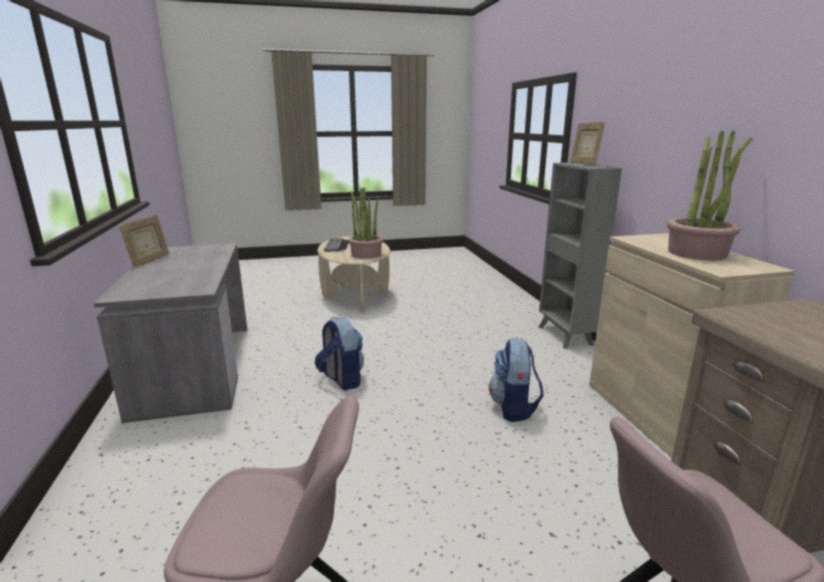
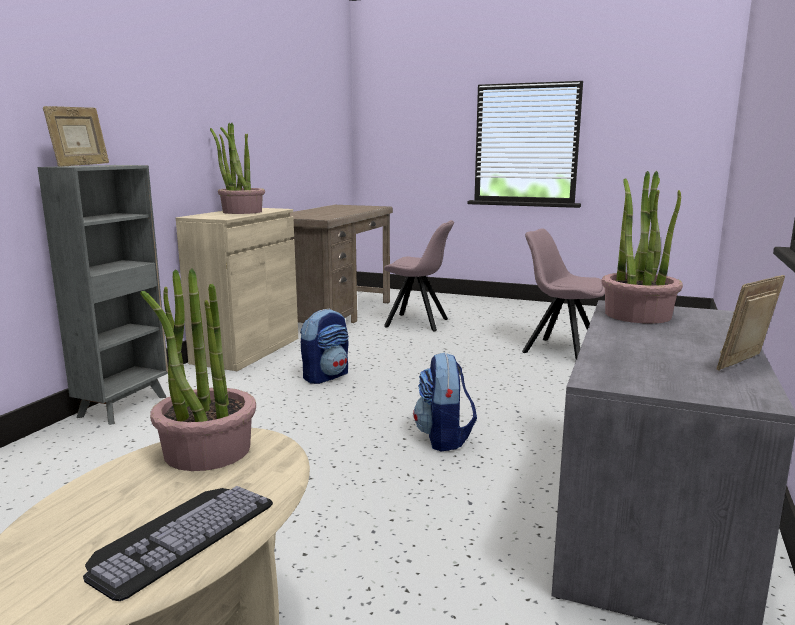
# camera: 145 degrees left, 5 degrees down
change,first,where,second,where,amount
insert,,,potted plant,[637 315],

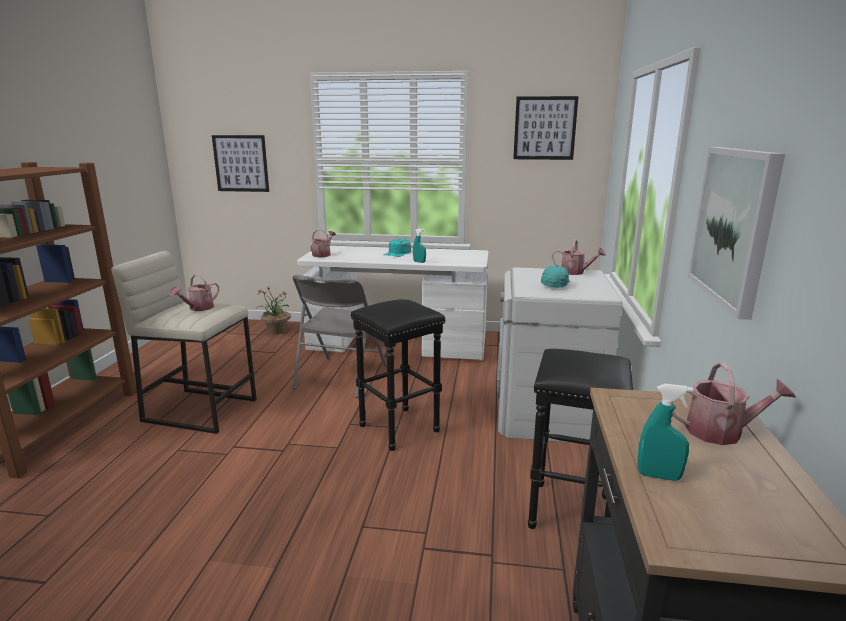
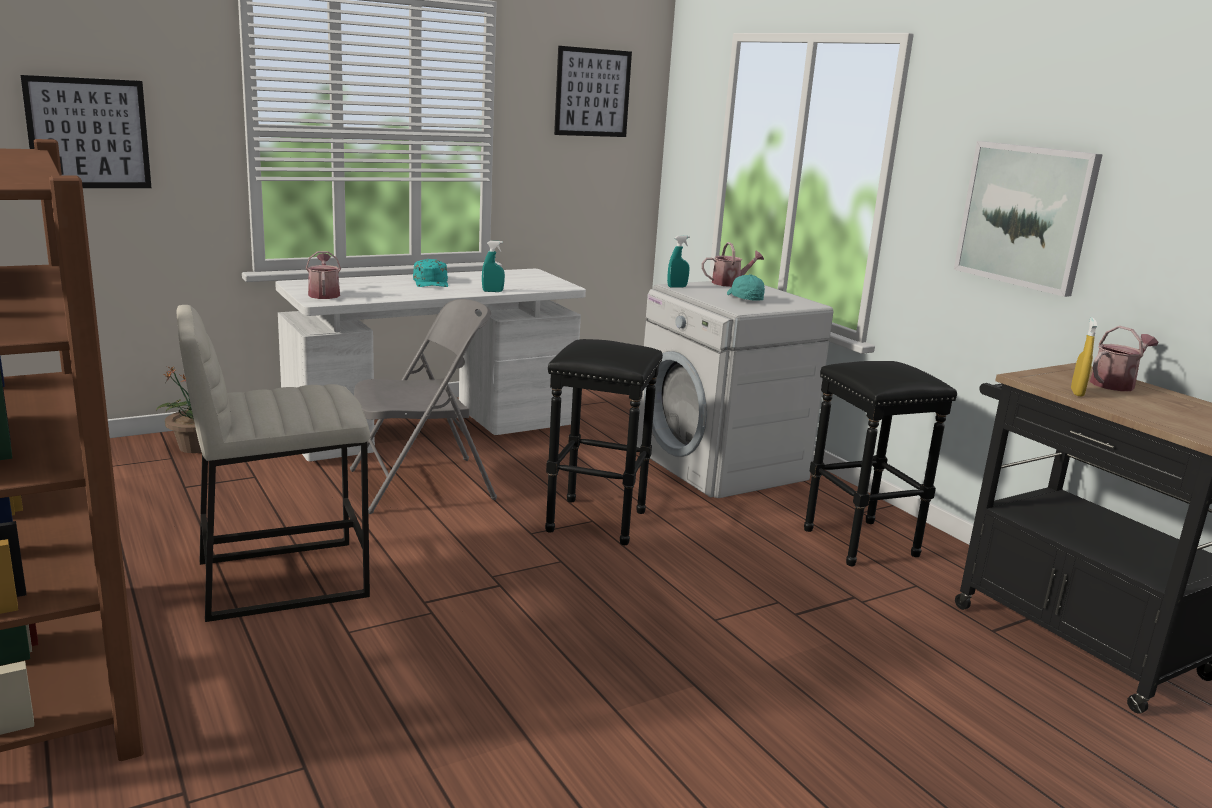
# camera: 40 degrees left, 0 degrees up
change,first,where,second,where,amount
delete,watering can,[198 308],,,
insert,,,yellow spray bottle,[1077 393],
move,turquoise spray bottle,[659 476],,[677 287],
rotate,grey chair,[341 377],,[421 484],90 degrees counterclockwise

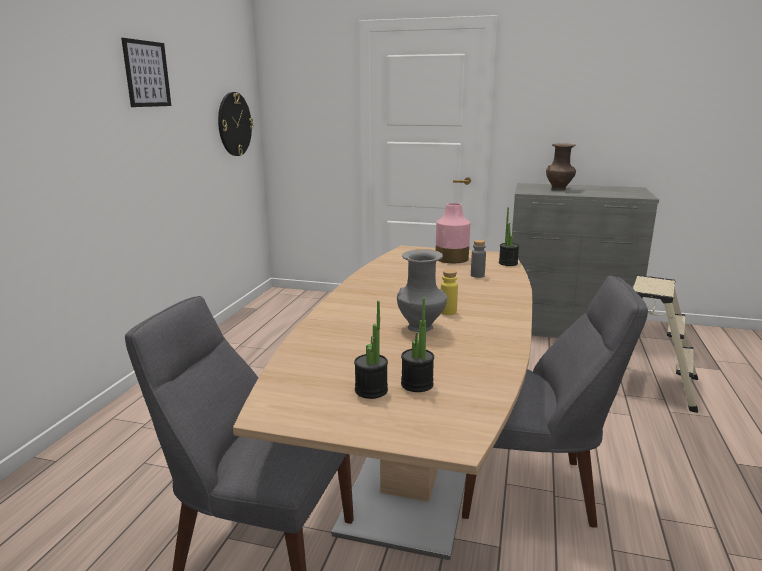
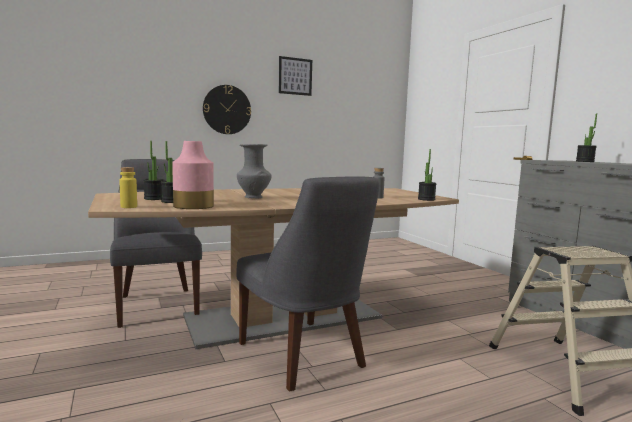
# camera: 50 degrees right, 10 degrees down
change,first,where,second,where,amount
move,wall clock,[234 124],,[227 109],
move,pink vase,[451 258],,[194 206],
move,yellow bottle,[448 312],,[129 207],
replace,brown vase,[559 189],potted plant,[585 161],

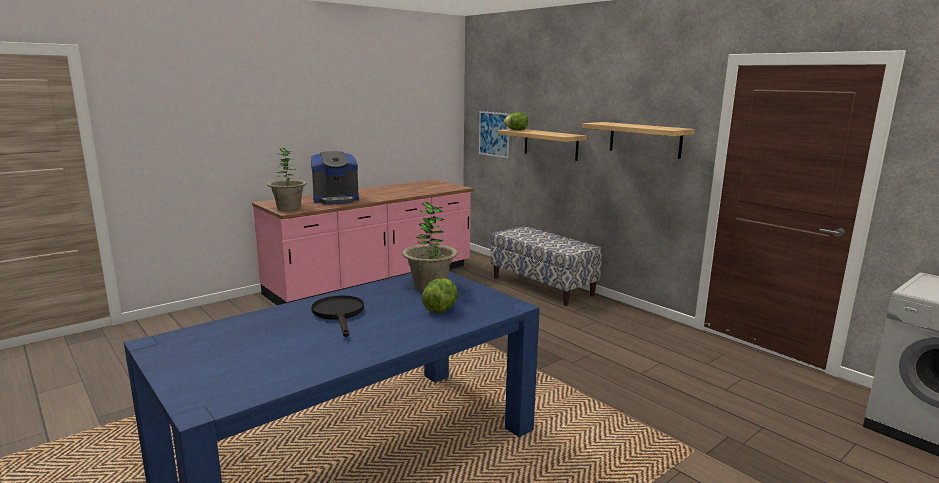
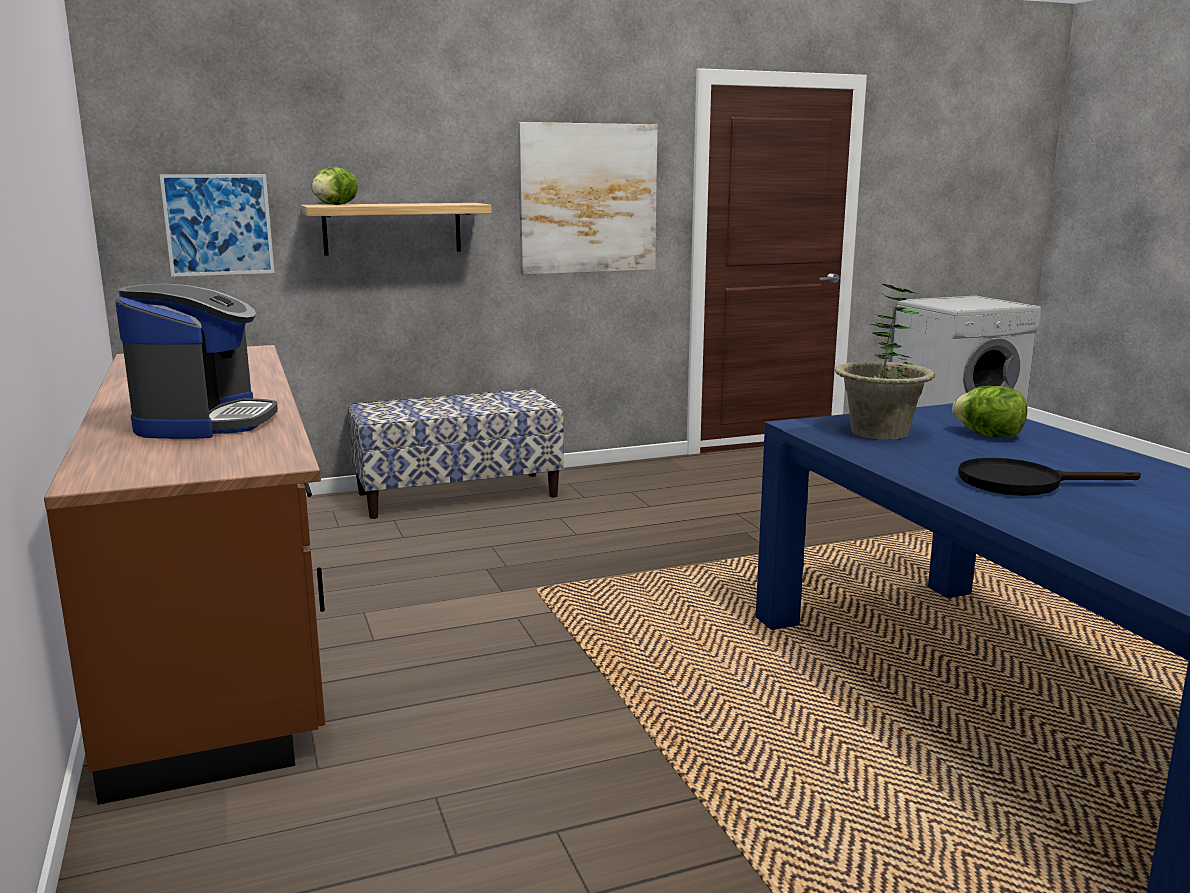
# camera: 70 degrees left, 0 degrees up
change,first,where,second,where,amount
delete,potted plant,[288 208],,,
replace,shelf,[645 139],picture,[588 198],
recolor,pink counter,[373 280],brown counter,[219 627],

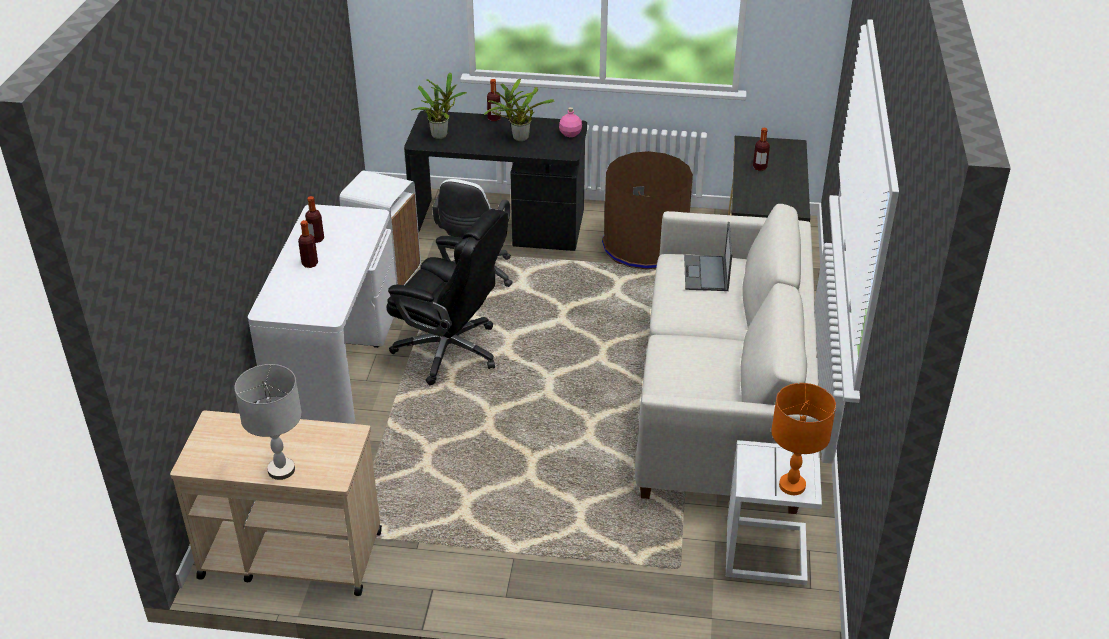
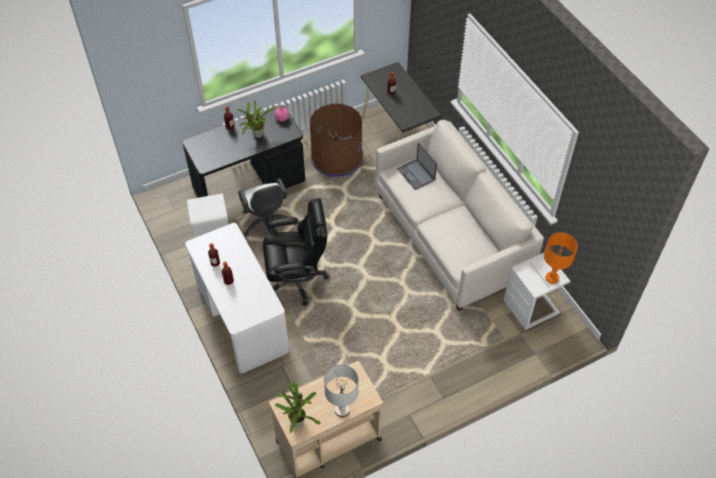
# camera: 35 degrees left, 15 degrees up
change,first,where,second,where,amount
move,potted plant,[441 135],,[298 420],

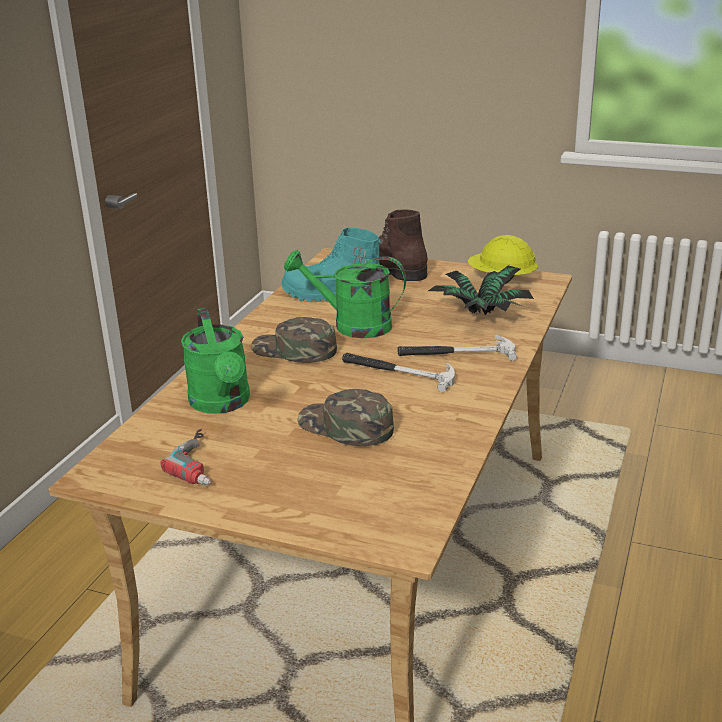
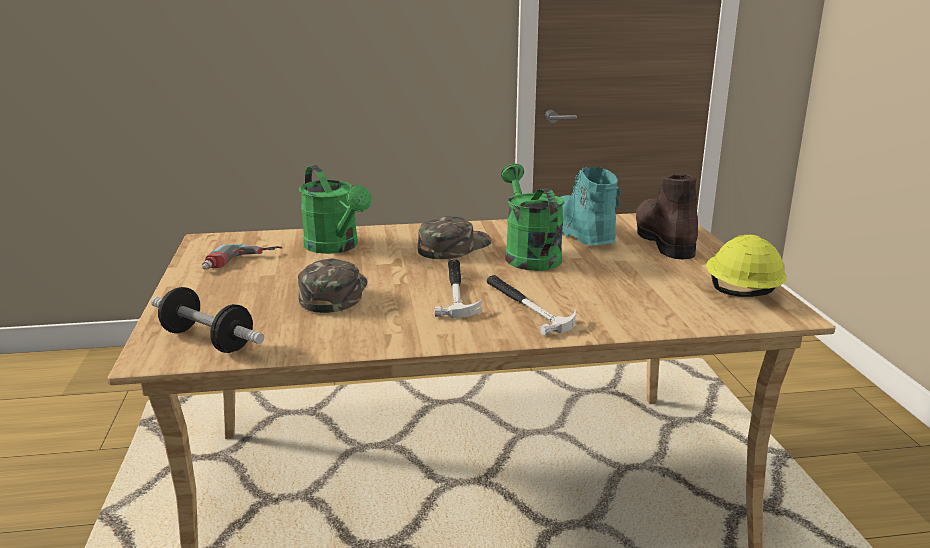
# camera: 60 degrees right, 5 degrees down
change,first,where,second,where,amount
delete,potted plant,[480 316],,,
insert,,,dumbbell,[208 340],
rotate,green watering can,[222 404],,[336 247],75 degrees counterclockwise
rotate,green cap,[294 350],,[453 247],45 degrees clockwise

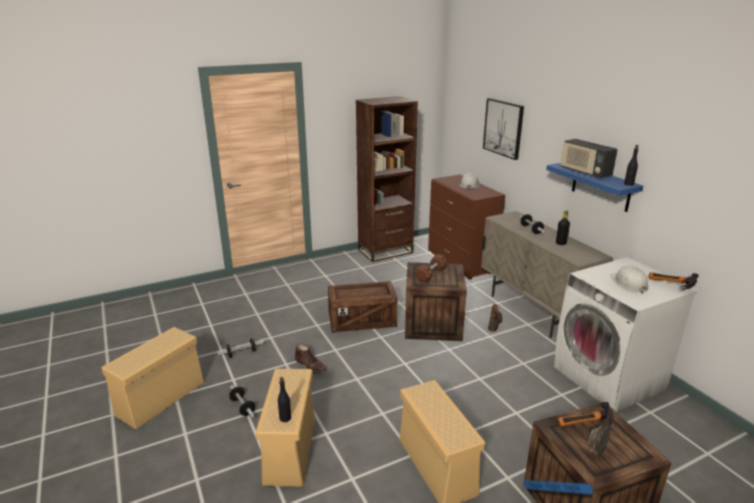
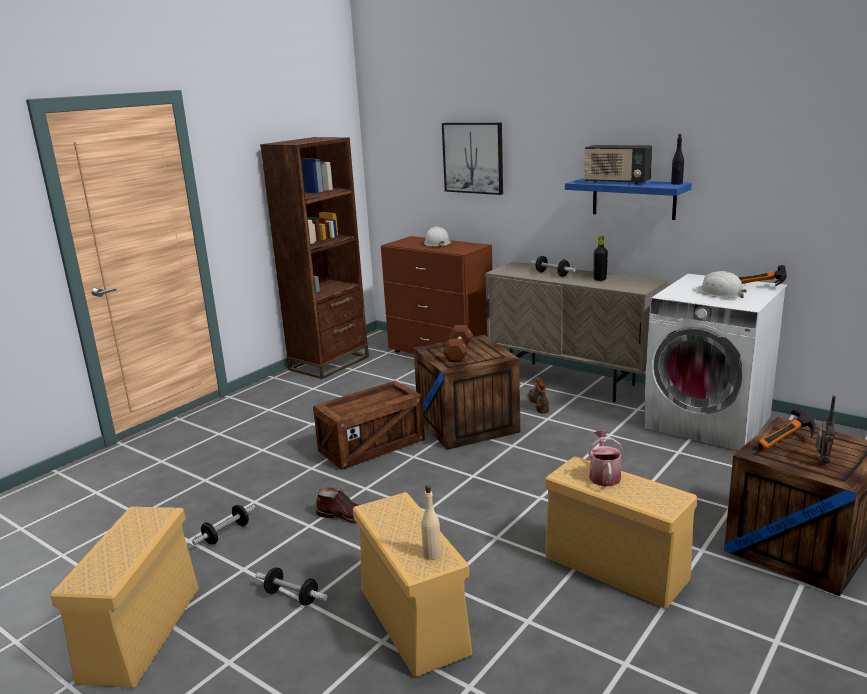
# camera: 25 degrees left, 5 degrees down
change,first,where,second,where,amount
insert,,,watering can,[604 475],
recolor,black bottle,[285 418],beige bottle,[432 554],

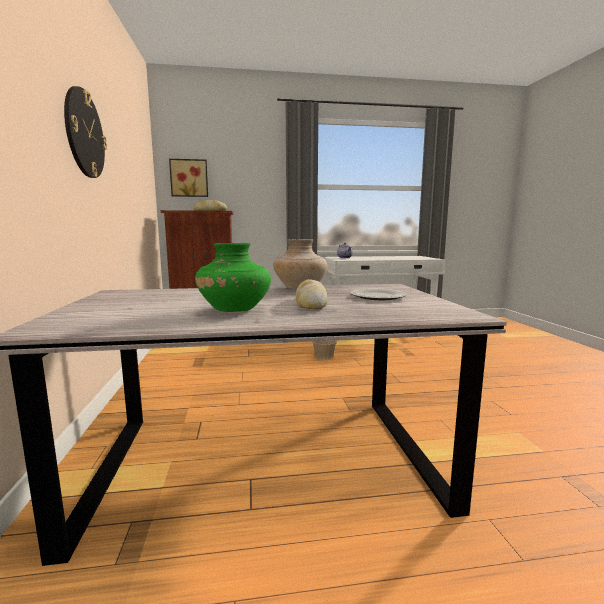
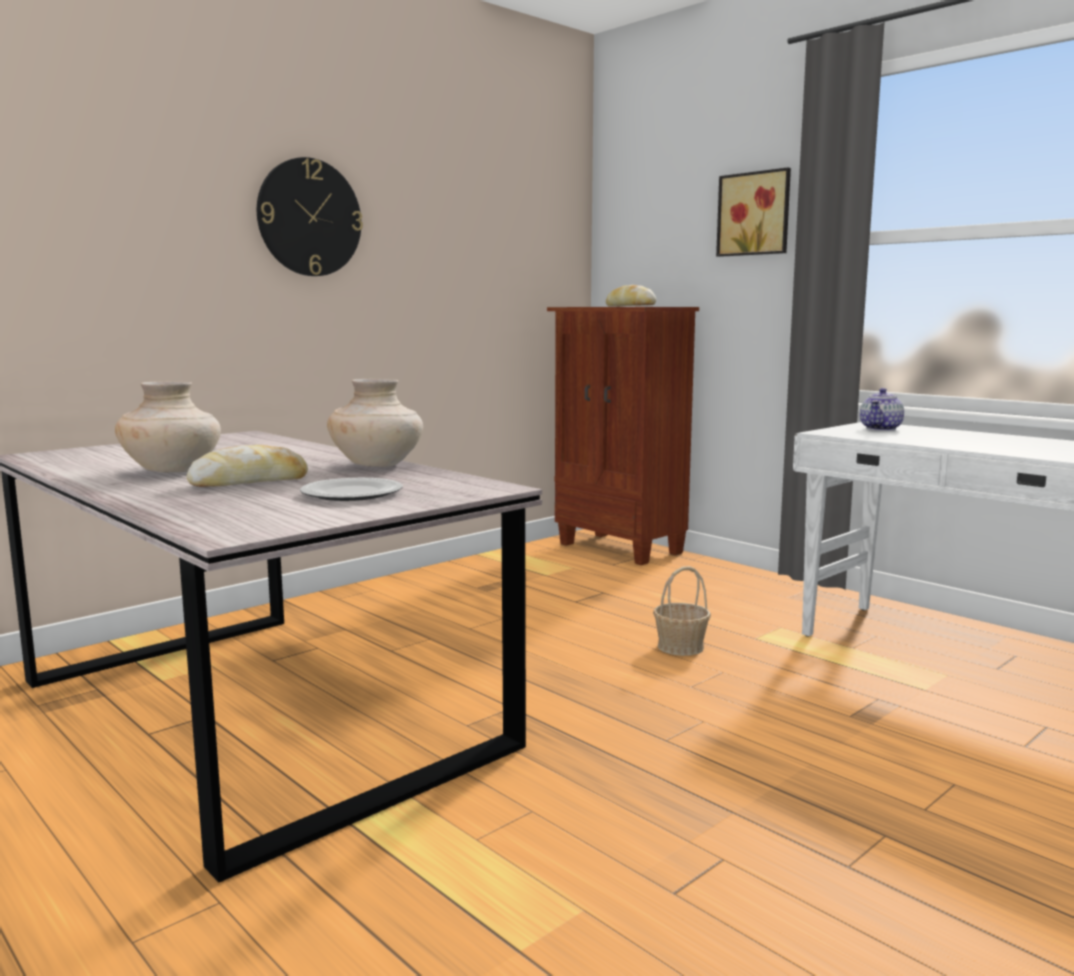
# camera: 55 degrees right, 0 degrees up
change,first,where,second,where,amount
move,picture,[189 178],,[755 214],
recolor,green vase,[235 310],beige vase,[173 471],

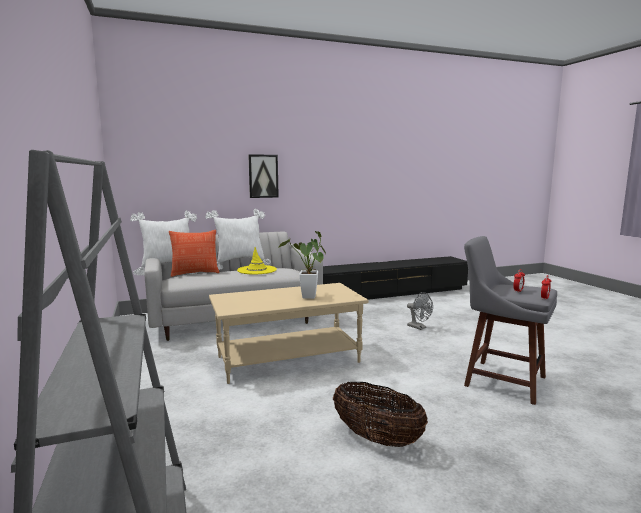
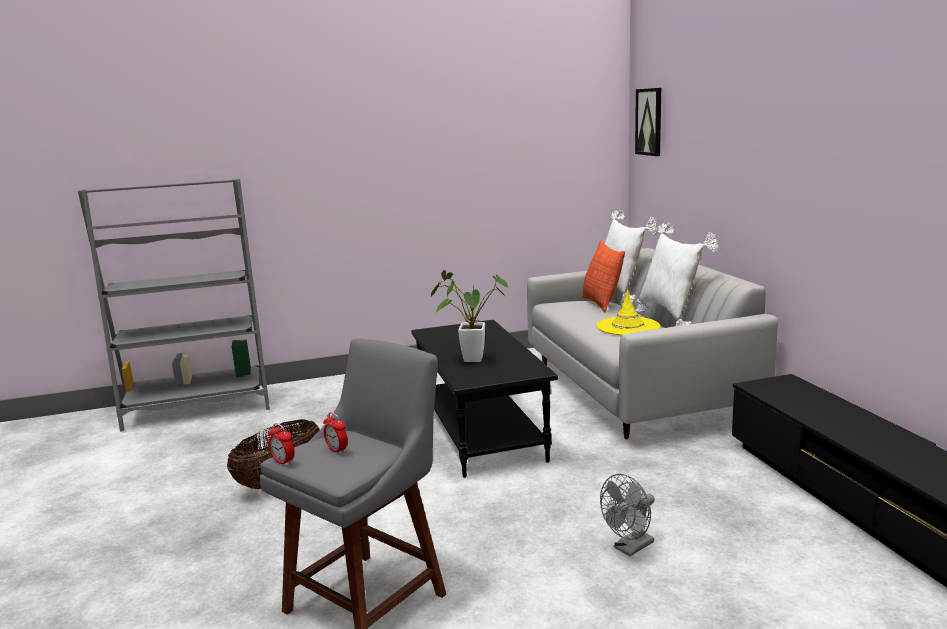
# camera: 95 degrees right, 5 degrees up
change,first,where,second,where,amount
move,picture,[263 176],,[649 122],
recolor,beige coffee table,[288 359],black coffee table,[482 431],

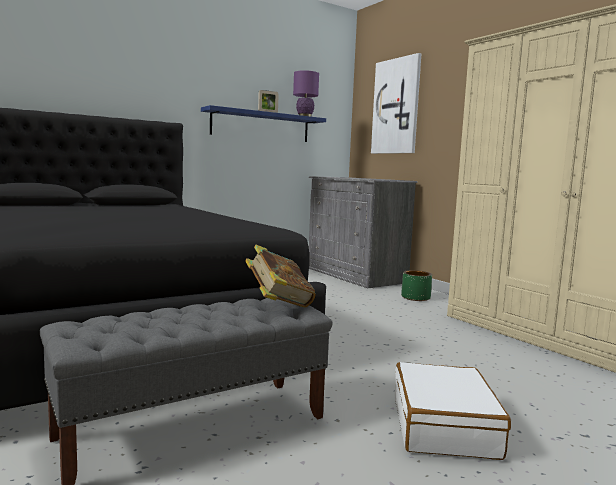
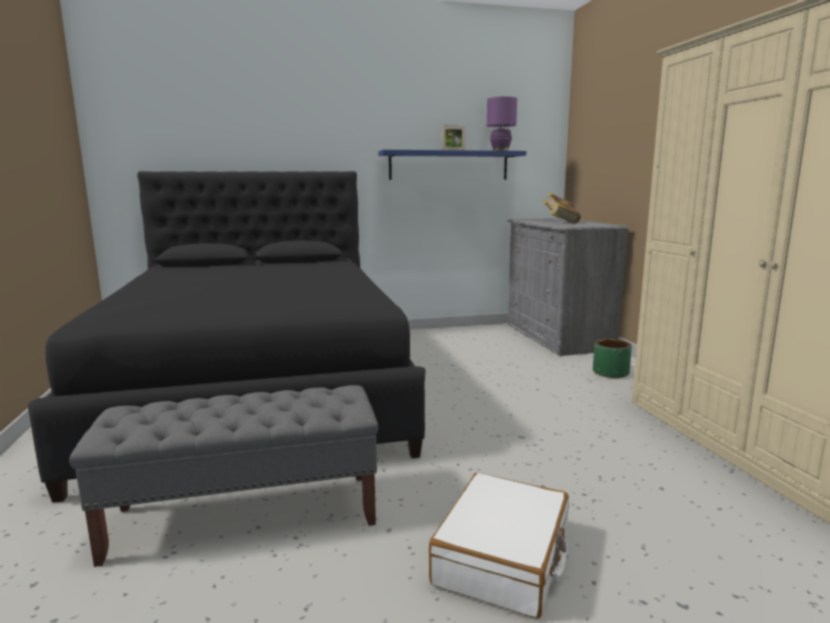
# camera: 20 degrees right, 5 degrees up
change,first,where,second,where,amount
delete,picture,[396 106],,,
move,book,[278 303],,[560 223],

